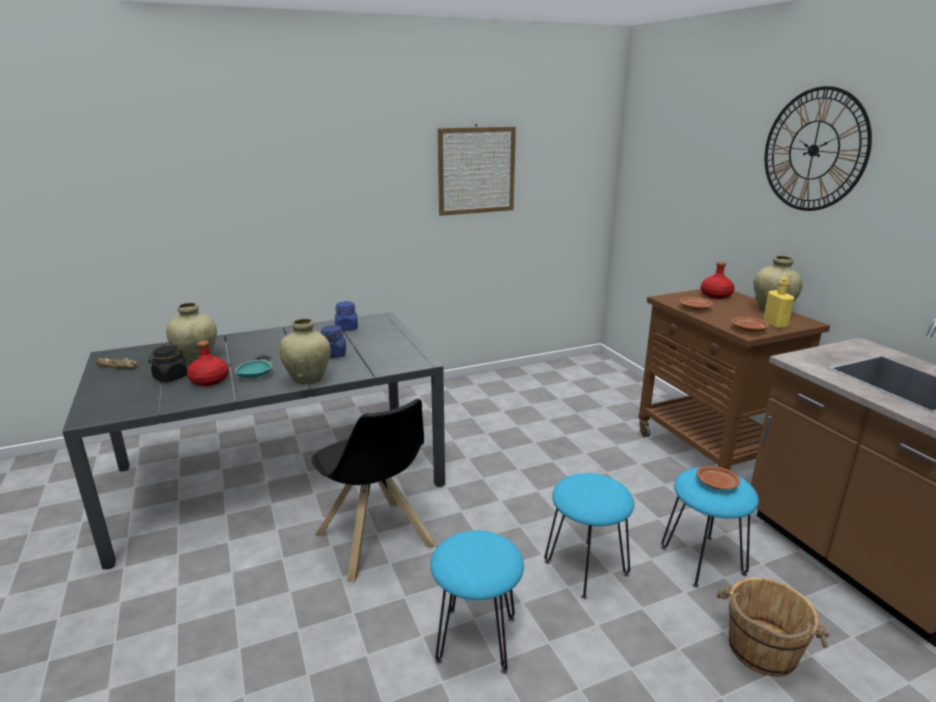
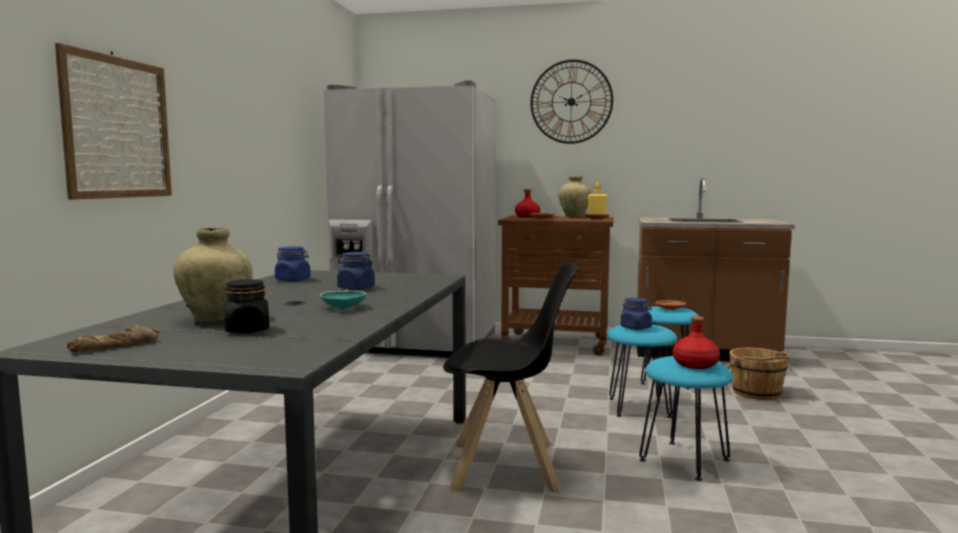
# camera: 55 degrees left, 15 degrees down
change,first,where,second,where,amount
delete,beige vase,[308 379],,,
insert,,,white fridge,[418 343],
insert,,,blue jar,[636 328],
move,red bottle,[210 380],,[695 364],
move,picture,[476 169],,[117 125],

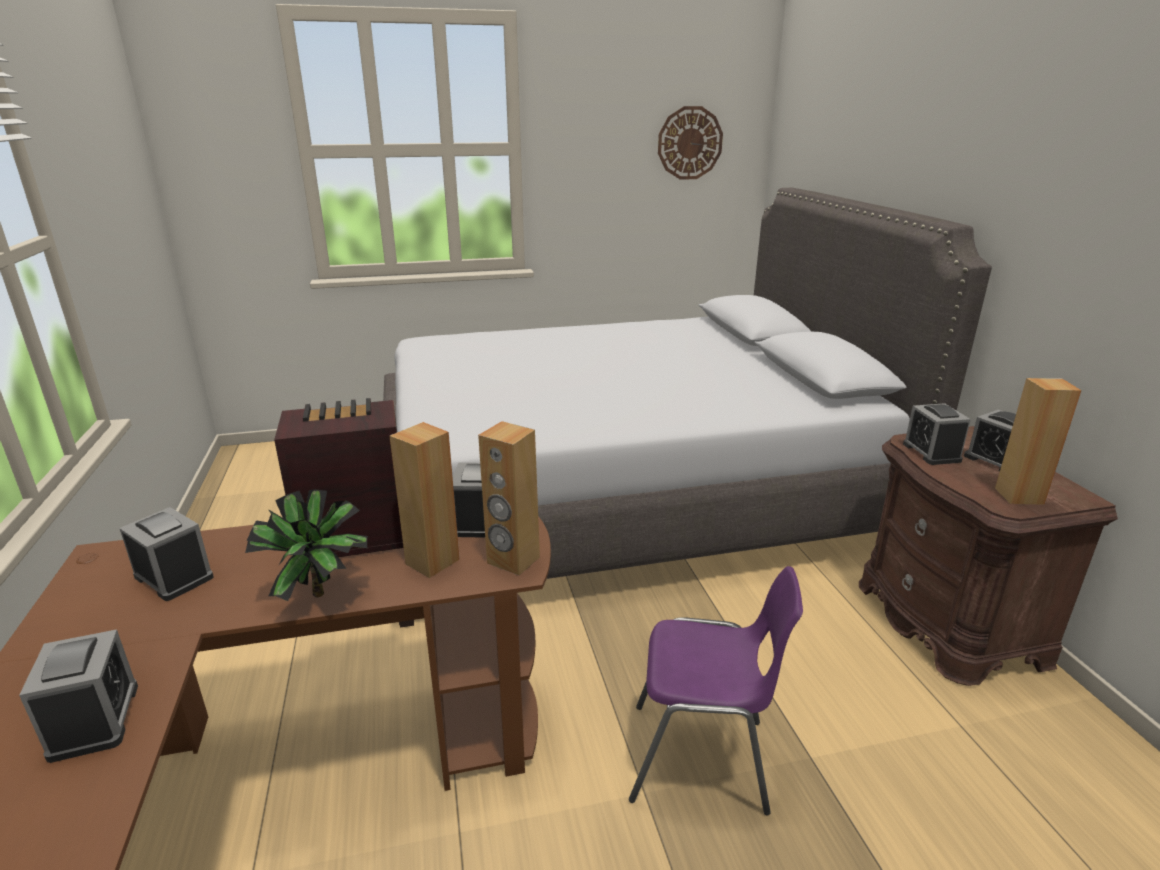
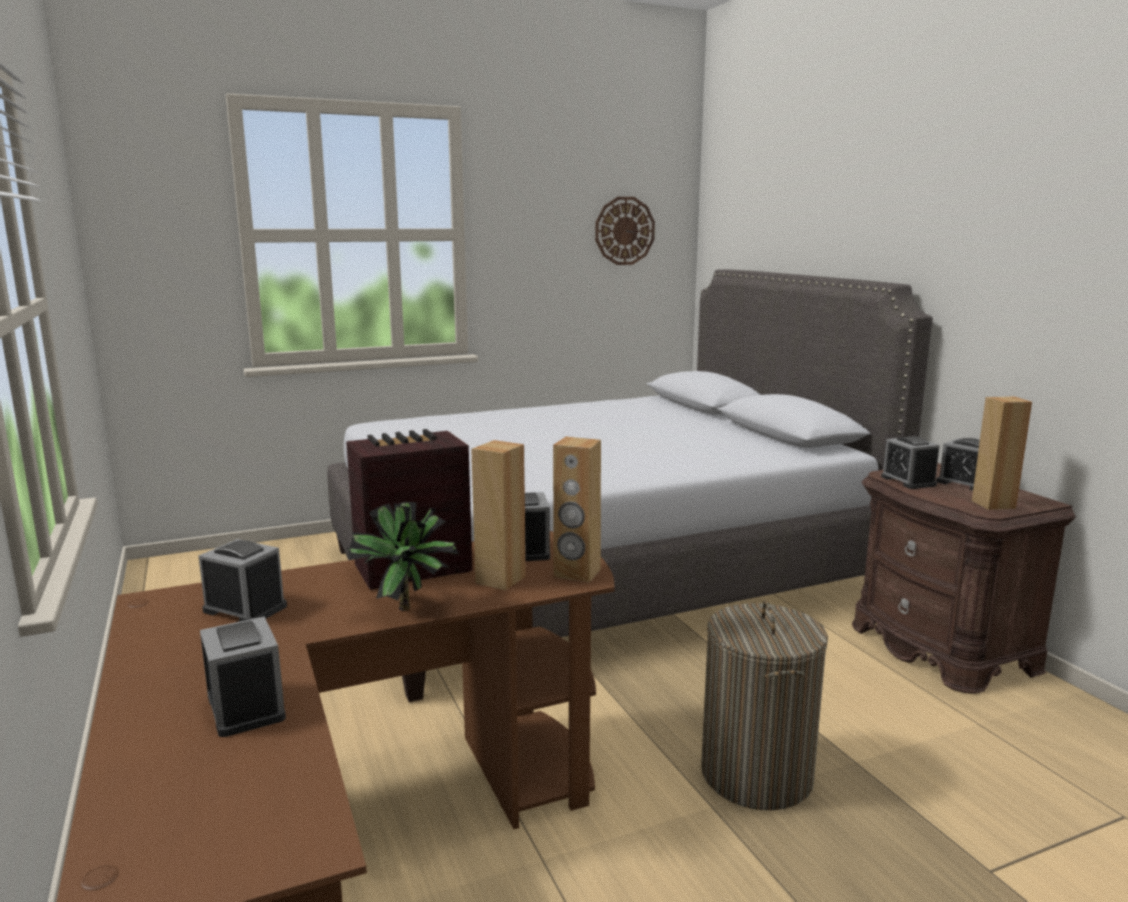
# camera: 10 degrees left, 10 degrees down
change,first,where,second,where,amount
replace,purple chair,[702 759],laundry basket,[756 775],

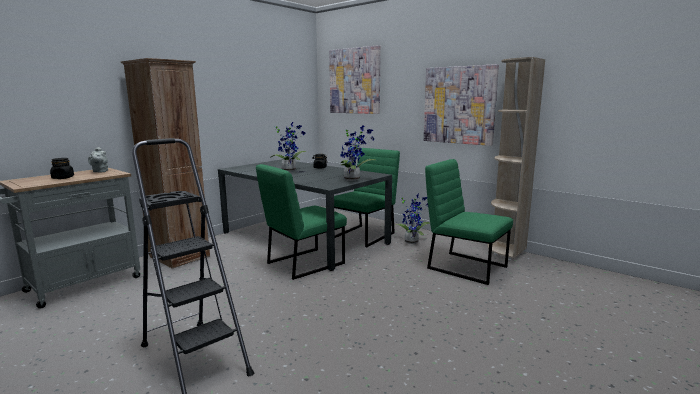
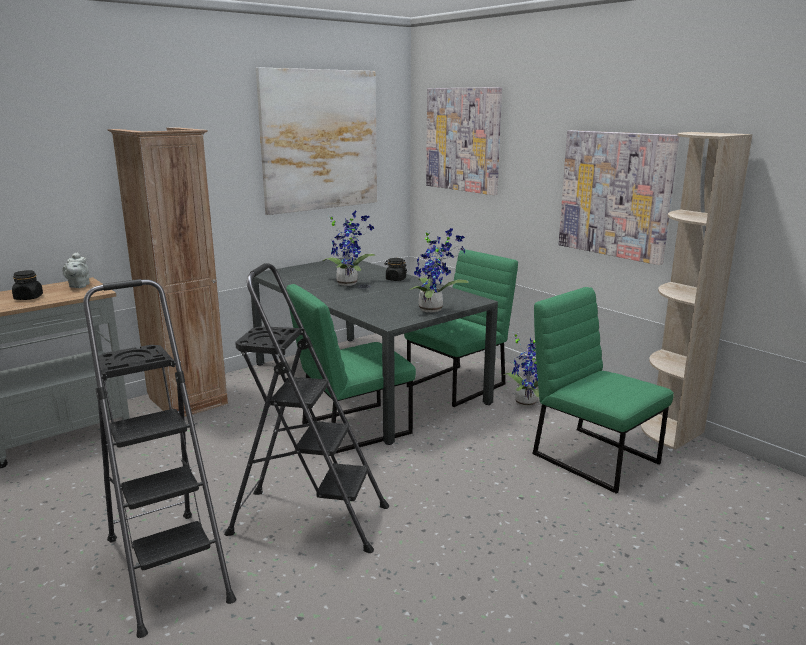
# camera: 10 degrees right, 5 degrees up
change,first,where,second,where,amount
insert,,,step ladder,[307 519],
insert,,,picture,[320 140],

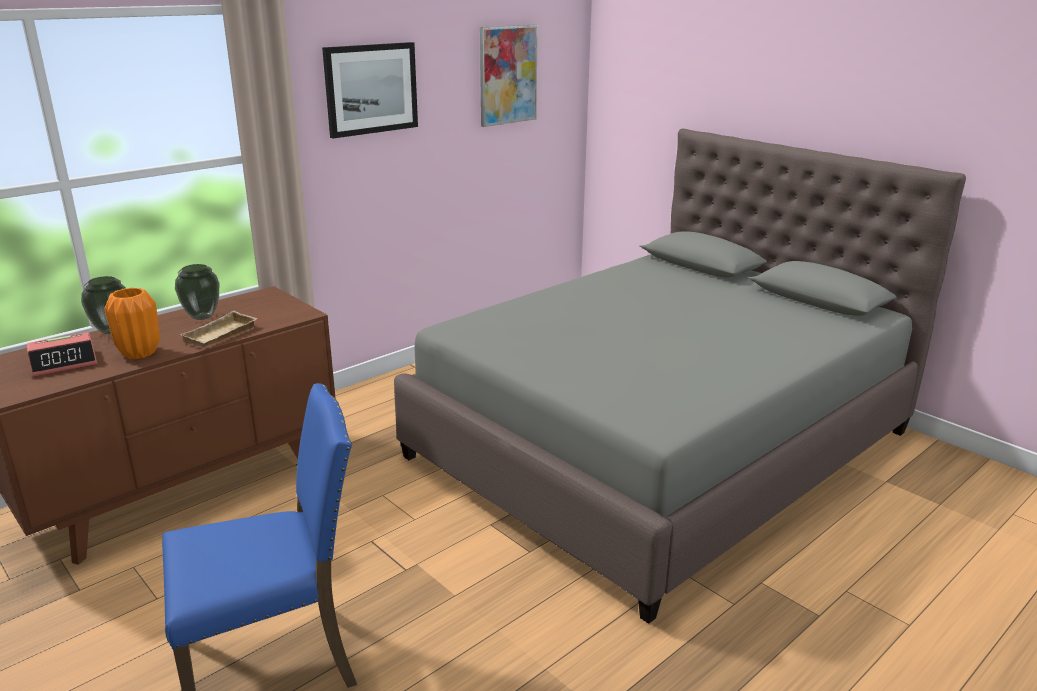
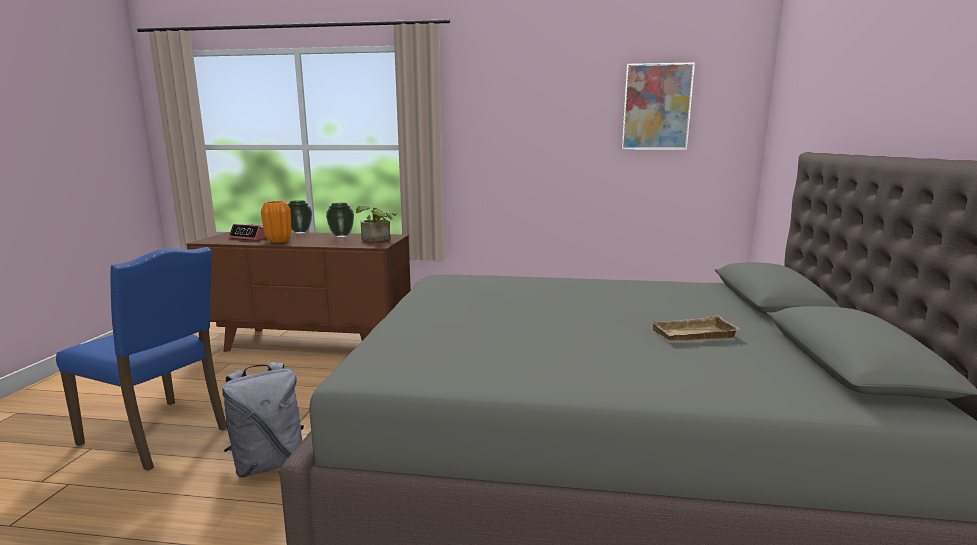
# camera: 50 degrees right, 10 degrees down
change,first,where,second,where,amount
delete,picture,[371 89],,,
insert,,,grey backpack,[269 463],
insert,,,potted plant,[376 239],
move,beige tray,[221 335],,[693 335],

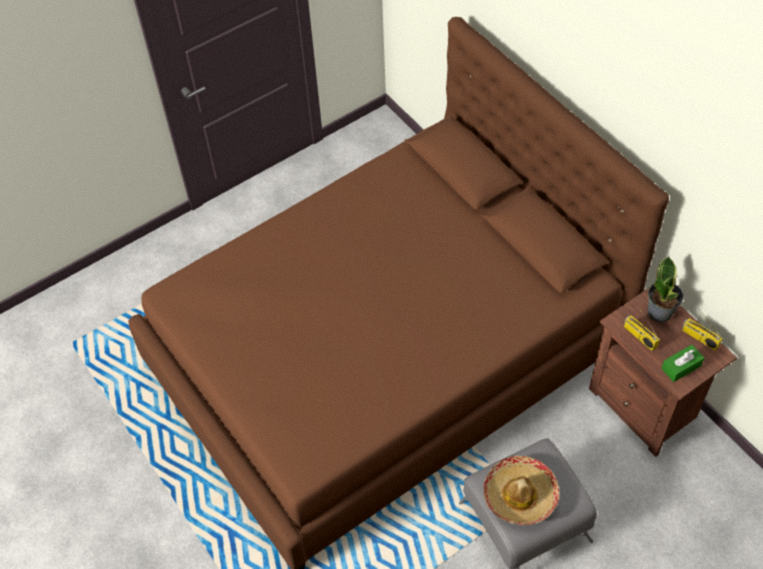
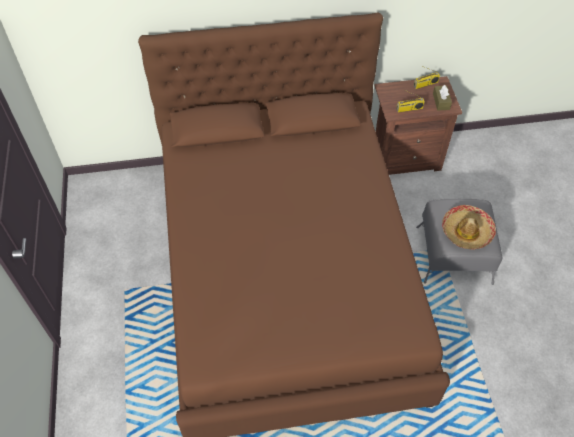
# camera: 65 degrees left, 0 degrees up
change,first,where,second,where,amount
delete,potted plant,[660 312],,,
recolor,green tissue box,[681 367],brown tissue box,[441 101],

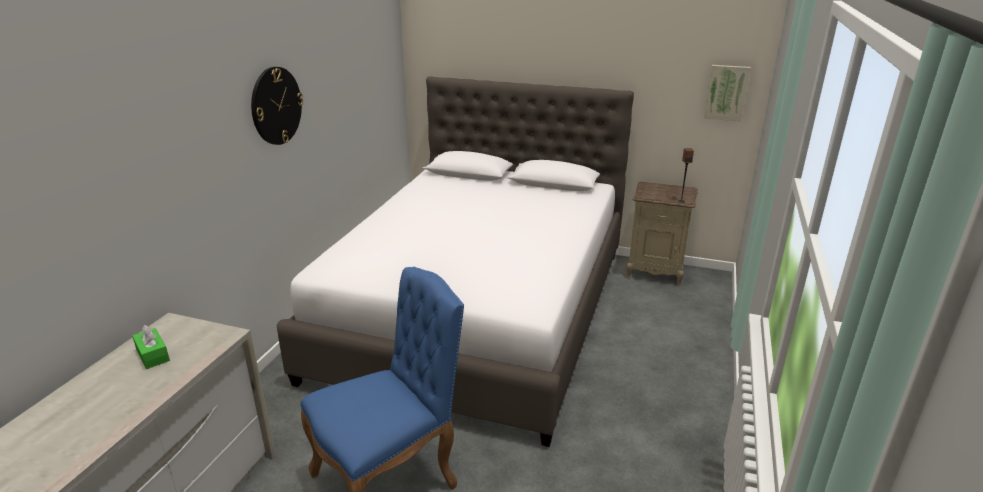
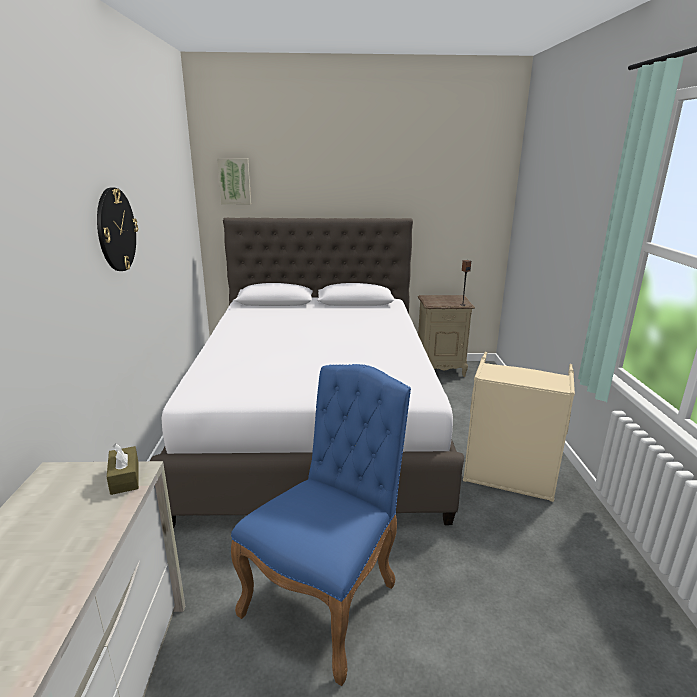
# camera: 20 degrees left, 5 degrees down
change,first,where,second,where,amount
delete,green tissue box,[153 355],,,
insert,,,brown tissue box,[125 478],
insert,,,beige laundry basket,[508 478],
move,picture,[726 92],,[234 181],

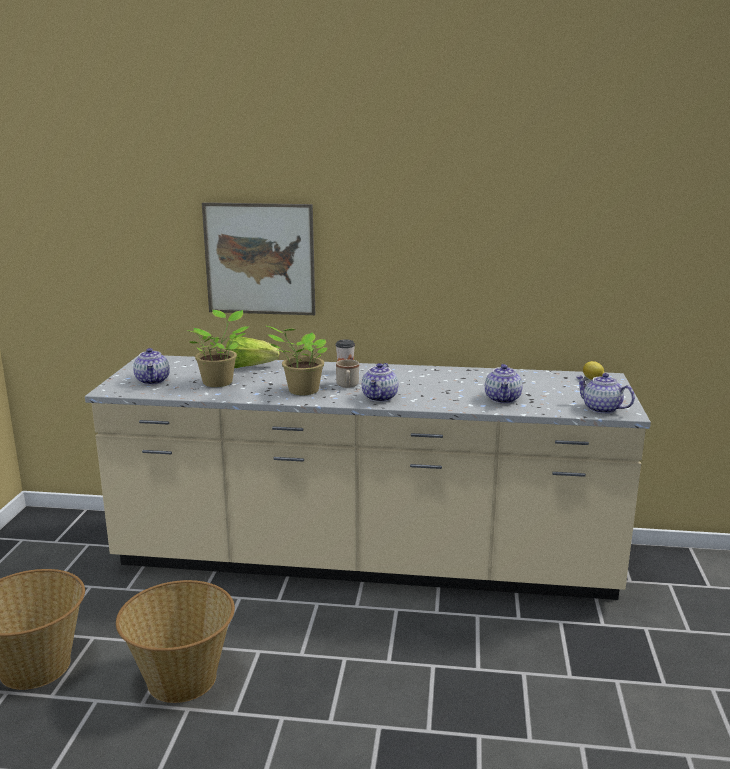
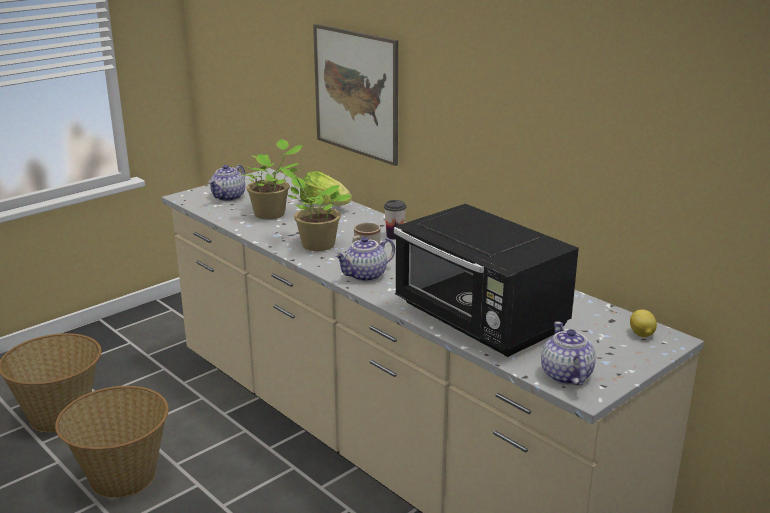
# camera: 40 degrees right, 5 degrees up
change,first,where,second,where,amount
replace,teapot,[503 399],black microwave,[480 321],

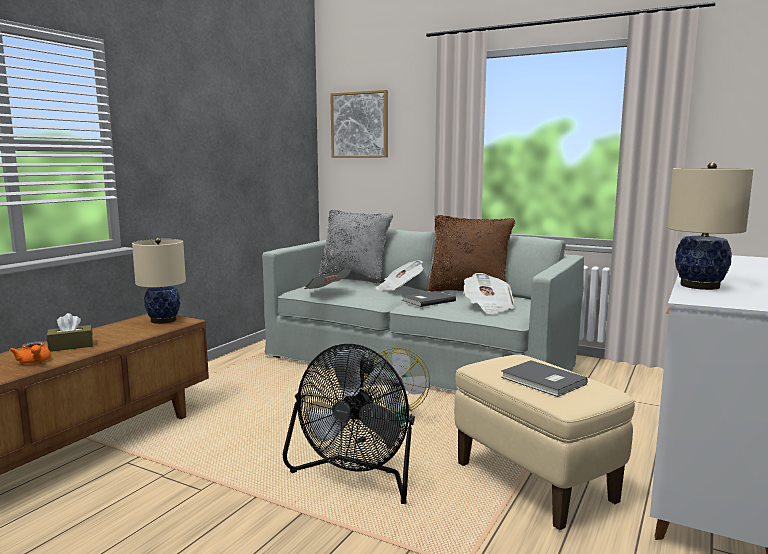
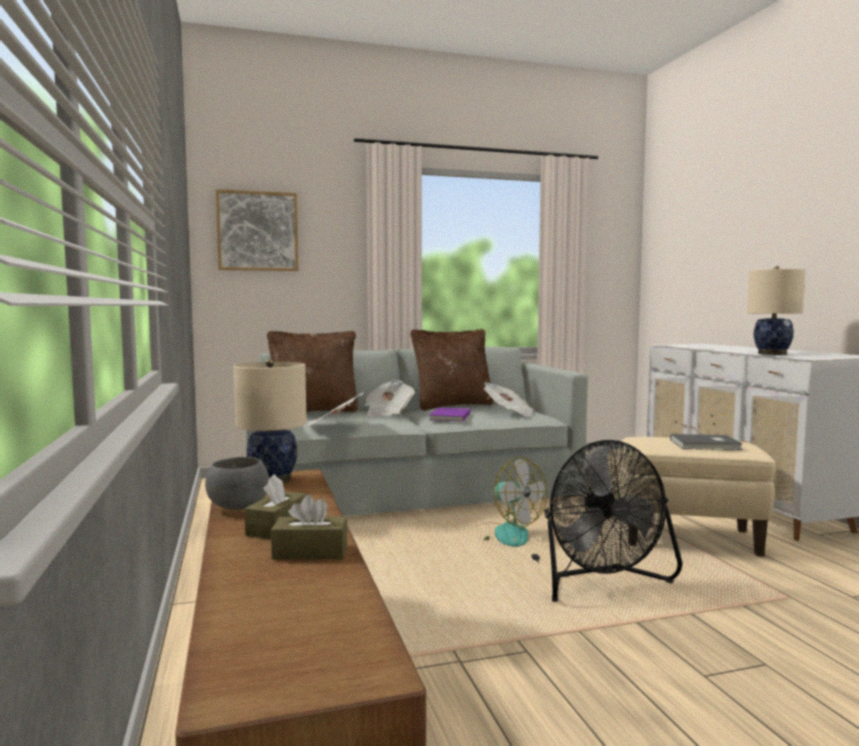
# camera: 45 degrees left, 5 degrees down
change,first,where,second,where,amount
insert,,,grey bowl,[238 507],
replace,orange teapot,[34 362],brown tissue box,[310 552],
recolor,grey pillow,[354 280],brown pillow,[315 413],
recolor,grey book,[427 300],purple book,[448 416],

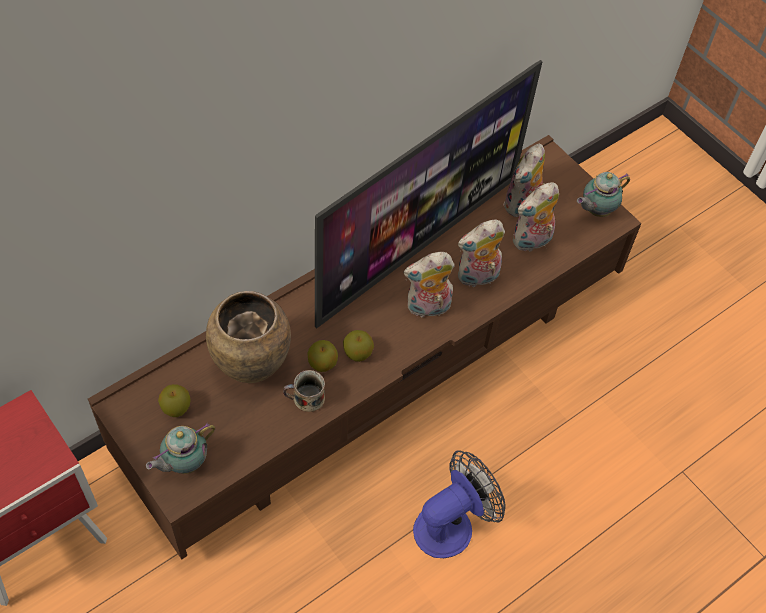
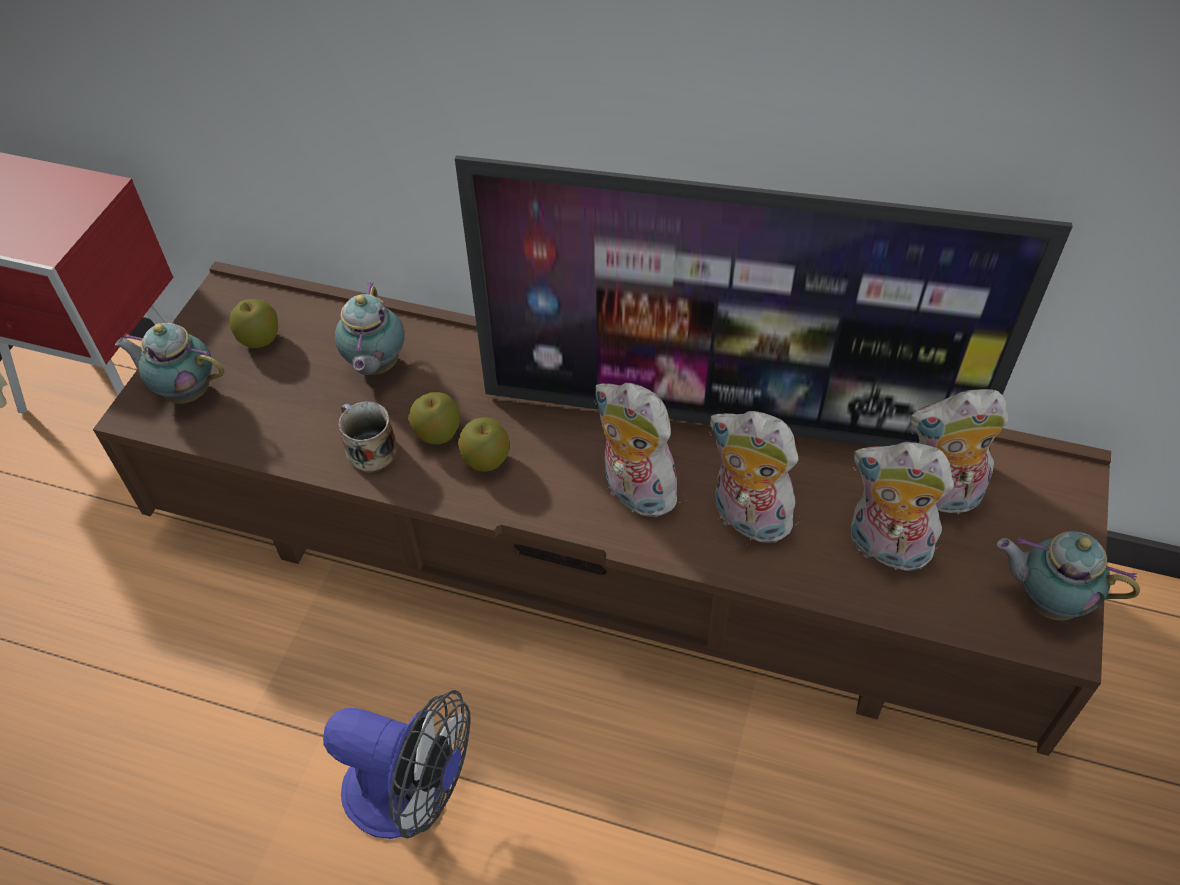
# camera: 60 degrees right, 5 degrees down
change,first,where,second,where,amount
replace,brown vase,[250 365],teapot,[375 367],

